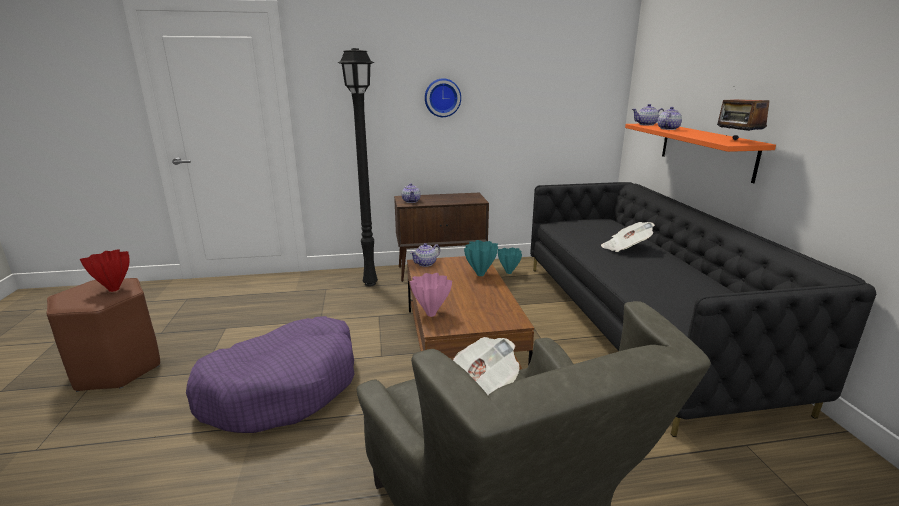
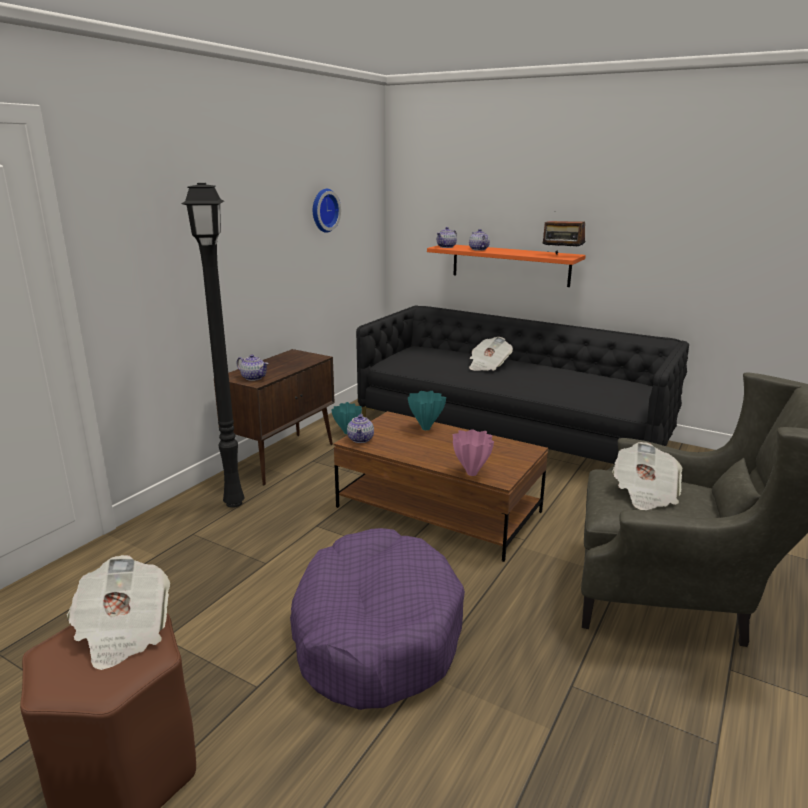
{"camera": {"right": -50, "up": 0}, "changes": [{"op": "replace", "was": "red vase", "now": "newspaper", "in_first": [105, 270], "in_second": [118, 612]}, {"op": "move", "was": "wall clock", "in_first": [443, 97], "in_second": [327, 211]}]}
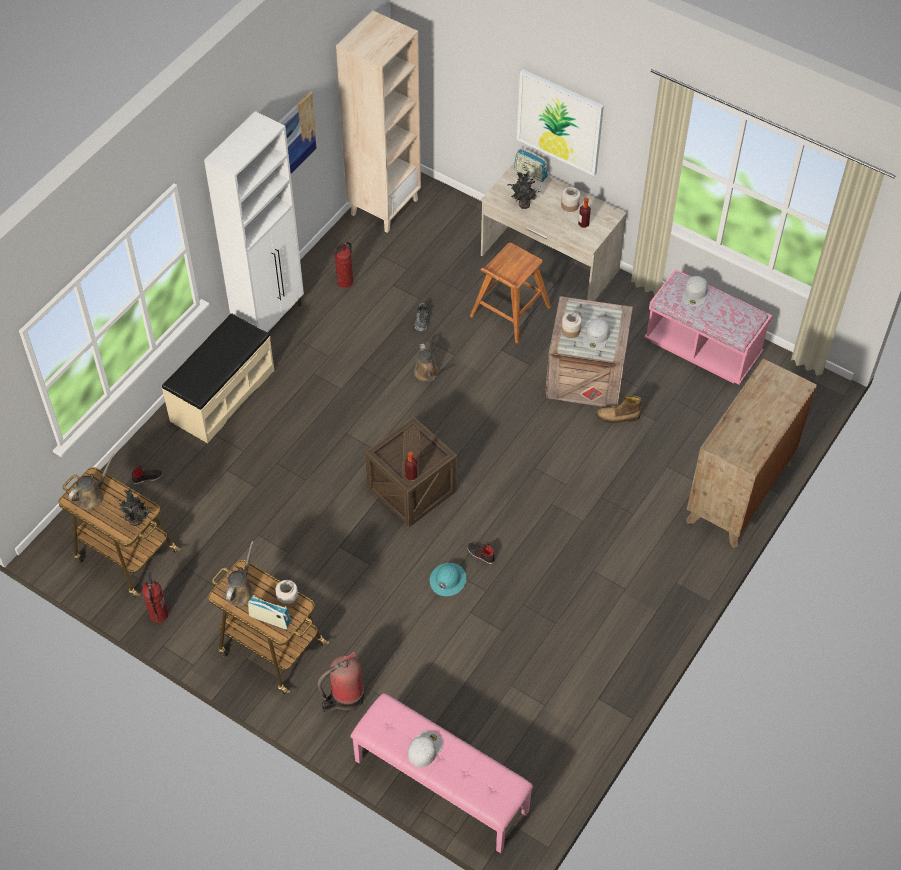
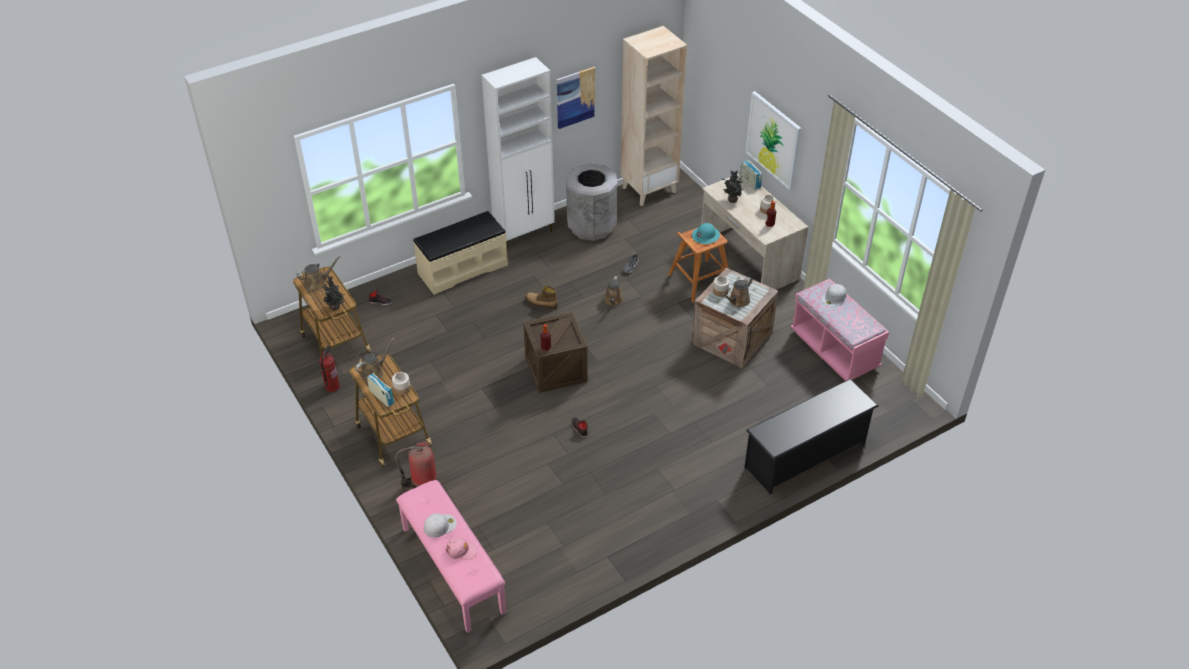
{"camera": {"right": 25, "up": -10}, "changes": [{"op": "replace", "was": "fire extinguisher", "now": "grey trash can", "in_first": [343, 265], "in_second": [592, 202]}, {"op": "move", "was": "turquoise hard hat", "in_first": [448, 579], "in_second": [706, 233]}, {"op": "replace", "was": "white cap", "now": "brown watering can", "in_first": [596, 334], "in_second": [736, 292]}, {"op": "move", "was": "boot", "in_first": [618, 409], "in_second": [541, 298]}, {"op": "replace", "was": "brown dresser", "now": "black shoe rack", "in_first": [751, 453], "in_second": [811, 436]}, {"op": "insert", "now": "pink cap", "in_second": [462, 548]}]}
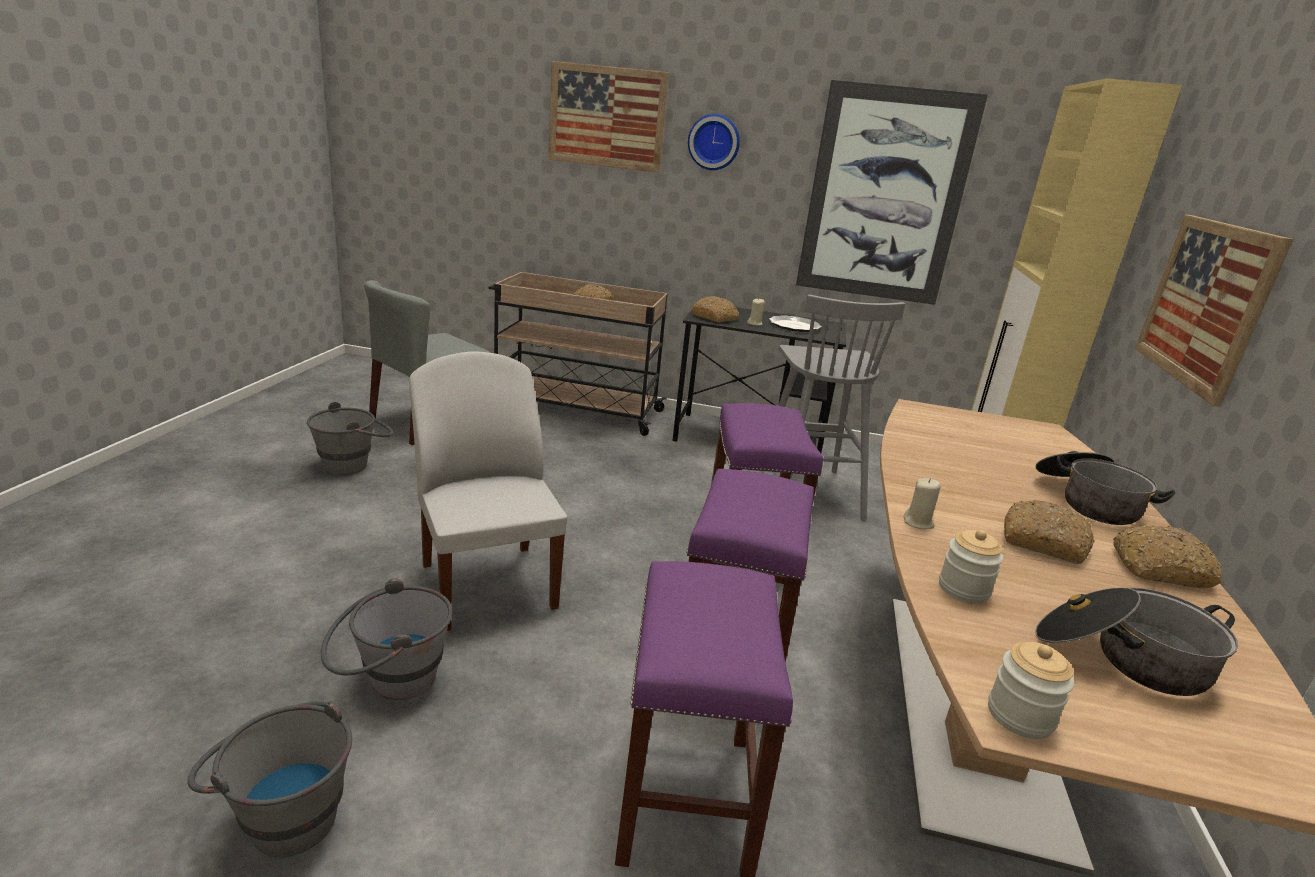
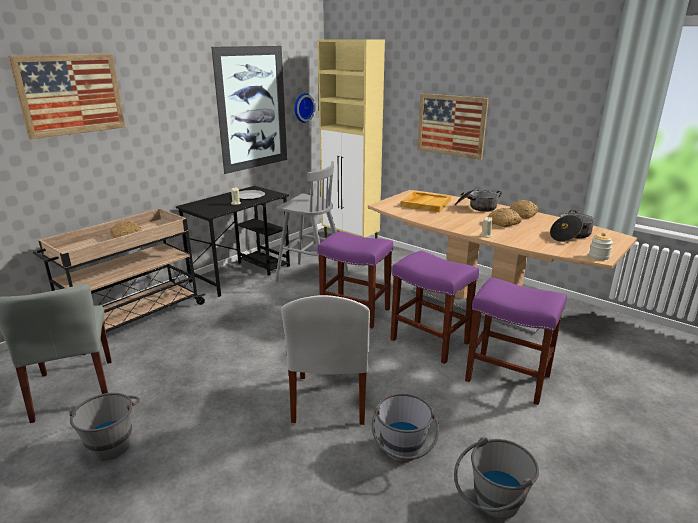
{"camera": {"right": -60, "up": 0}, "changes": [{"op": "rotate", "was": "white chair", "in_first": [488, 491], "in_second": [325, 360], "clockwise": -90}, {"op": "move", "was": "wall clock", "in_first": [714, 142], "in_second": [305, 108]}, {"op": "delete", "was": "bread", "in_first": [715, 309]}, {"op": "delete", "was": "jar", "in_first": [971, 567]}, {"op": "insert", "now": "beige tray", "in_second": [426, 201]}]}
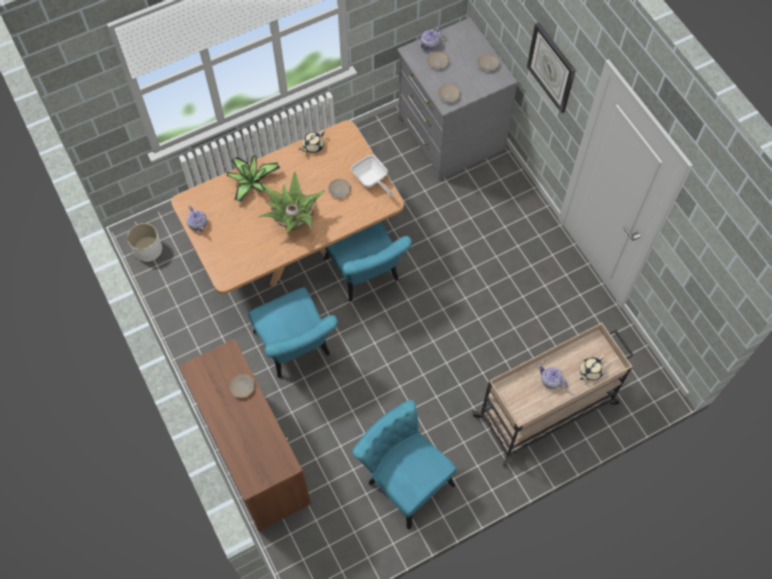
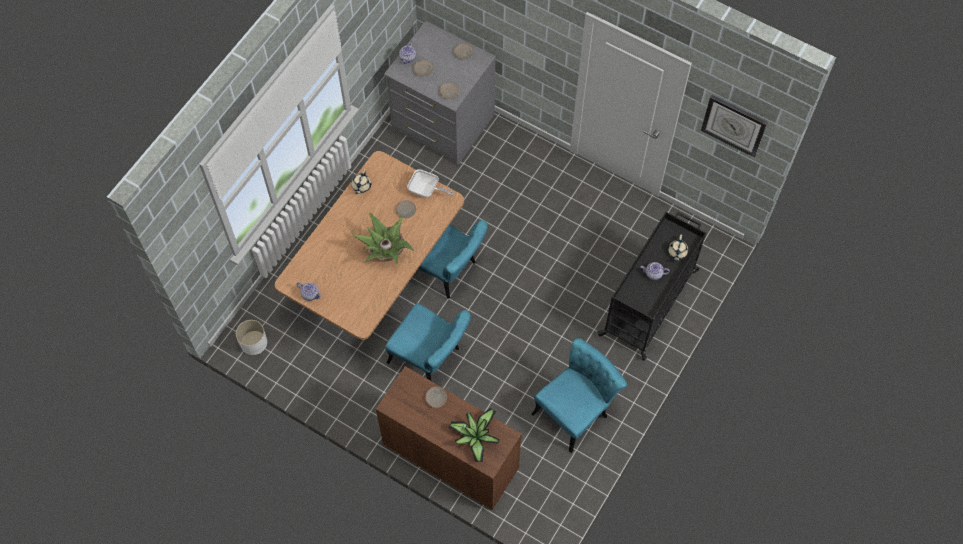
{"camera": {"right": -30, "up": 0}, "changes": [{"op": "move", "was": "potted plant", "in_first": [253, 179], "in_second": [474, 435]}, {"op": "rotate", "was": "turquoise chair", "in_first": [404, 465], "in_second": [579, 395], "clockwise": 120}, {"op": "recolor", "was": "beige cart", "now": "black cart", "in_first": [553, 394], "in_second": [652, 286]}, {"op": "move", "was": "wall clock", "in_first": [551, 67], "in_second": [734, 126]}]}
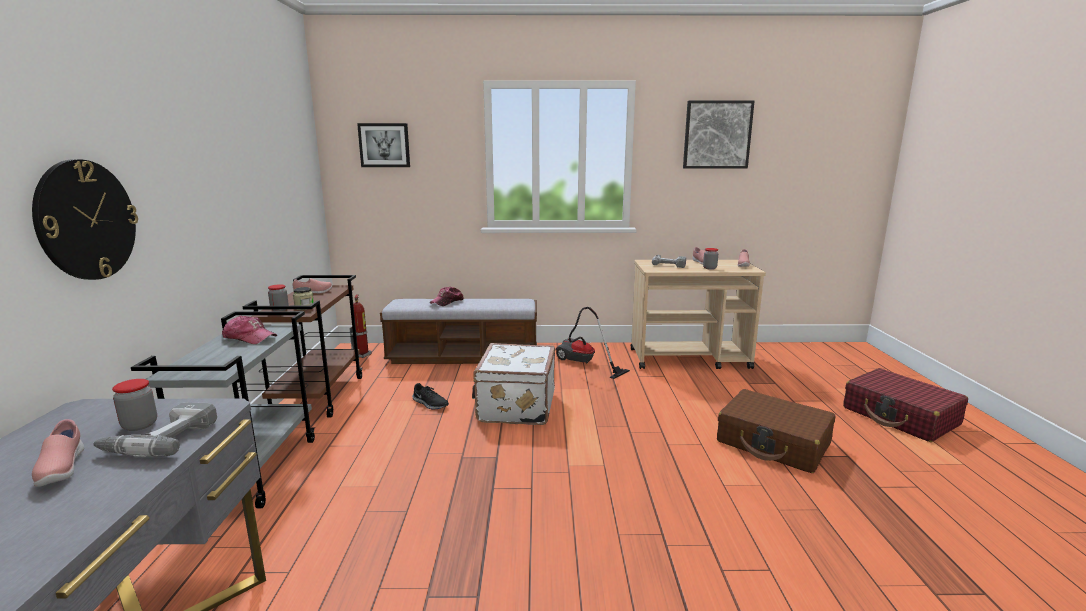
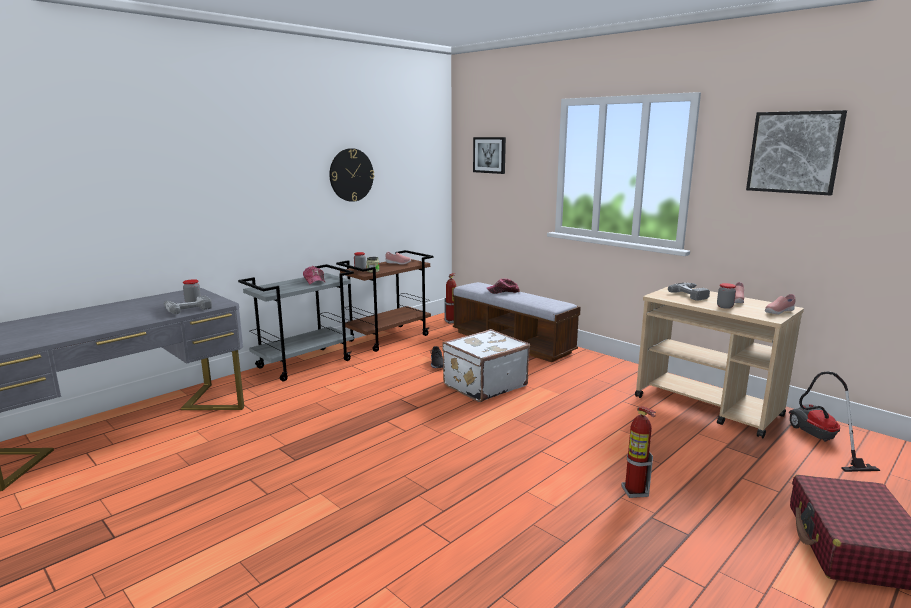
{"camera": {"right": 45, "up": 0}, "changes": [{"op": "move", "was": "wall clock", "in_first": [85, 219], "in_second": [351, 175]}, {"op": "delete", "was": "pink shoe", "in_first": [58, 453]}, {"op": "move", "was": "vacuum cleaner", "in_first": [592, 343], "in_second": [834, 422]}, {"op": "replace", "was": "brown suitcase", "now": "fire extinguisher", "in_first": [776, 431], "in_second": [638, 452]}]}
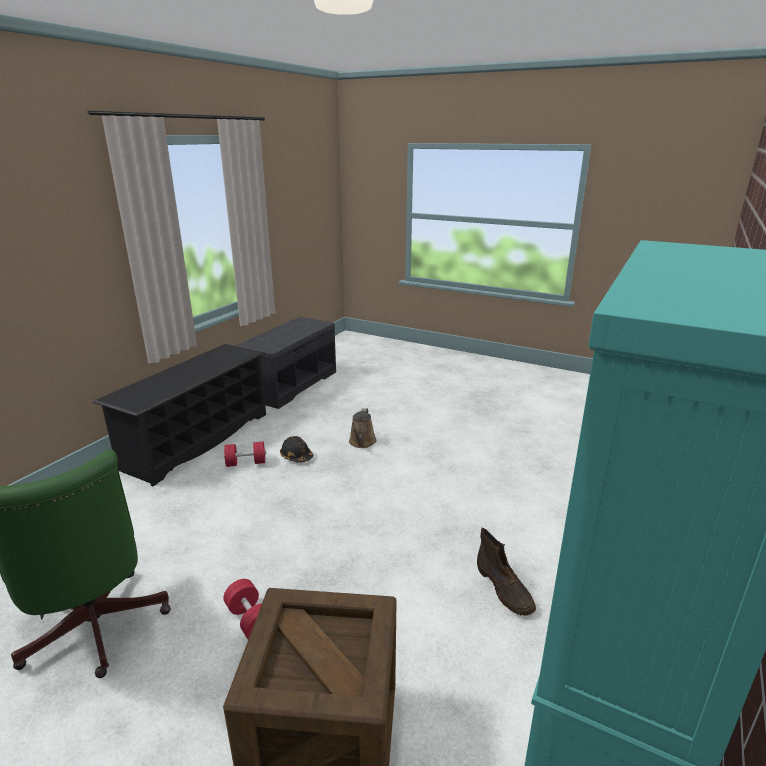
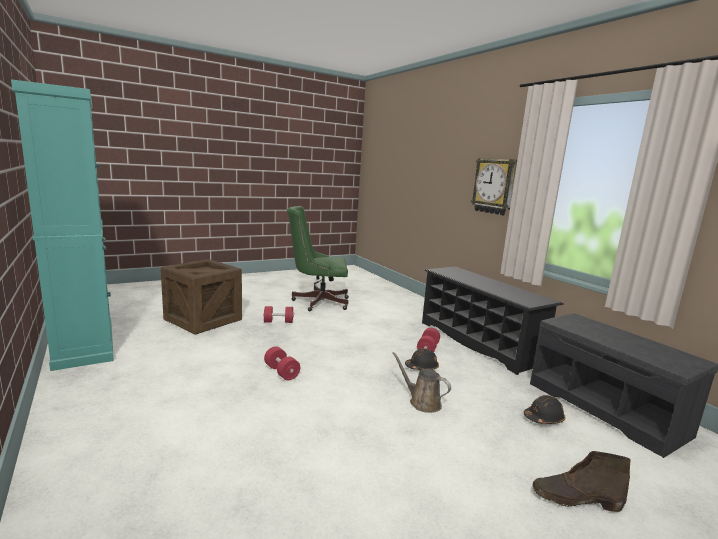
{"camera": {"right": 120, "up": -10}, "changes": [{"op": "move", "was": "brown boot", "in_first": [506, 572], "in_second": [582, 481]}, {"op": "insert", "now": "red dumbbell", "in_second": [282, 363]}, {"op": "insert", "now": "wall clock", "in_second": [494, 186]}, {"op": "insert", "now": "black hard hat", "in_second": [545, 409]}]}
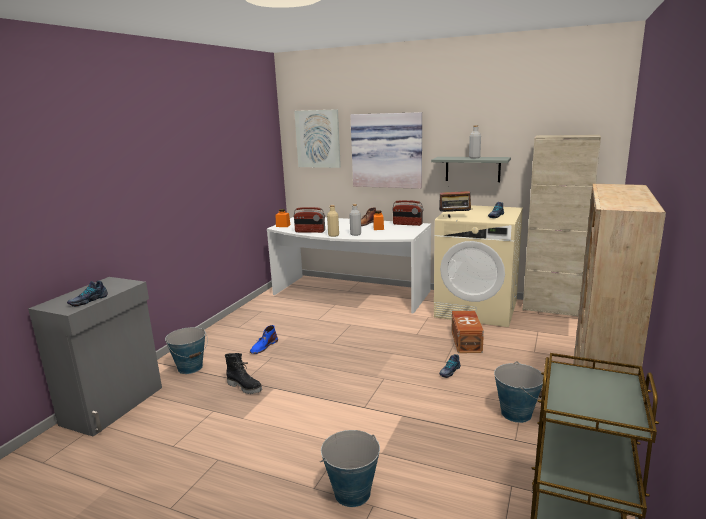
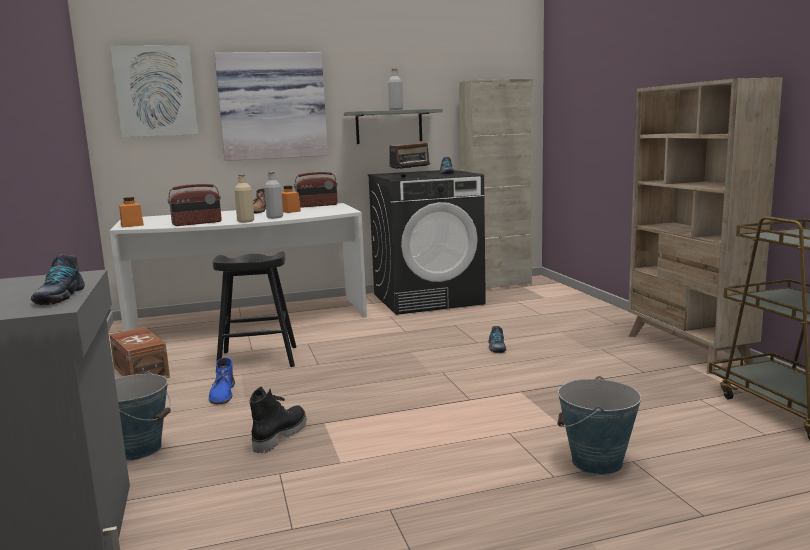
{"camera": {"right": -40, "up": -5}, "changes": [{"op": "rotate", "was": "black boot", "in_first": [243, 373], "in_second": [278, 420], "clockwise": -60}, {"op": "recolor", "was": "beige washing machine", "now": "black washing machine", "in_first": [478, 266], "in_second": [427, 242]}, {"op": "move", "was": "brown storage box", "in_first": [467, 332], "in_second": [139, 352]}, {"op": "delete", "was": "bucket", "in_first": [519, 392]}, {"op": "insert", "now": "black stool", "in_second": [254, 309]}]}
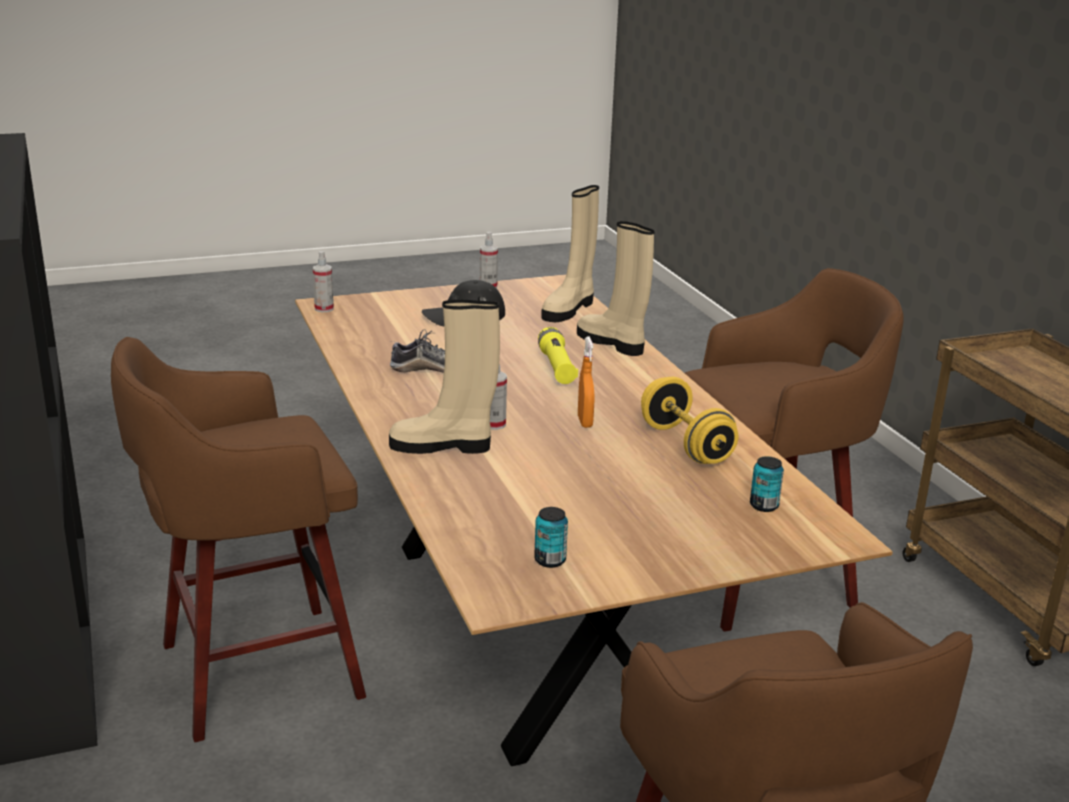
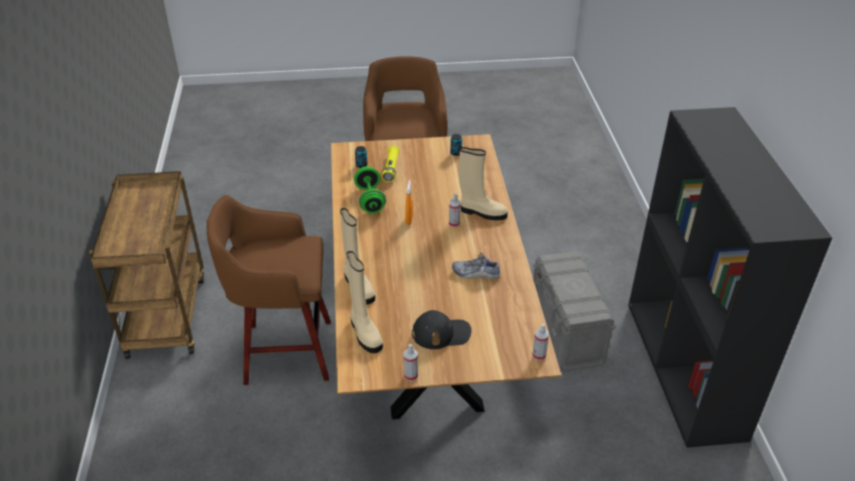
{"camera": {"right": -165, "up": 15}, "changes": [{"op": "replace", "was": "brown stool", "now": "grey storage box", "in_first": [238, 539], "in_second": [574, 311]}, {"op": "move", "was": "yellow flashlight", "in_first": [558, 355], "in_second": [390, 164]}, {"op": "rotate", "was": "beige boot", "in_first": [570, 253], "in_second": [365, 302], "clockwise": 105}, {"op": "recolor", "was": "yellow dumbbell", "now": "green dumbbell", "in_first": [689, 420], "in_second": [370, 190]}]}
